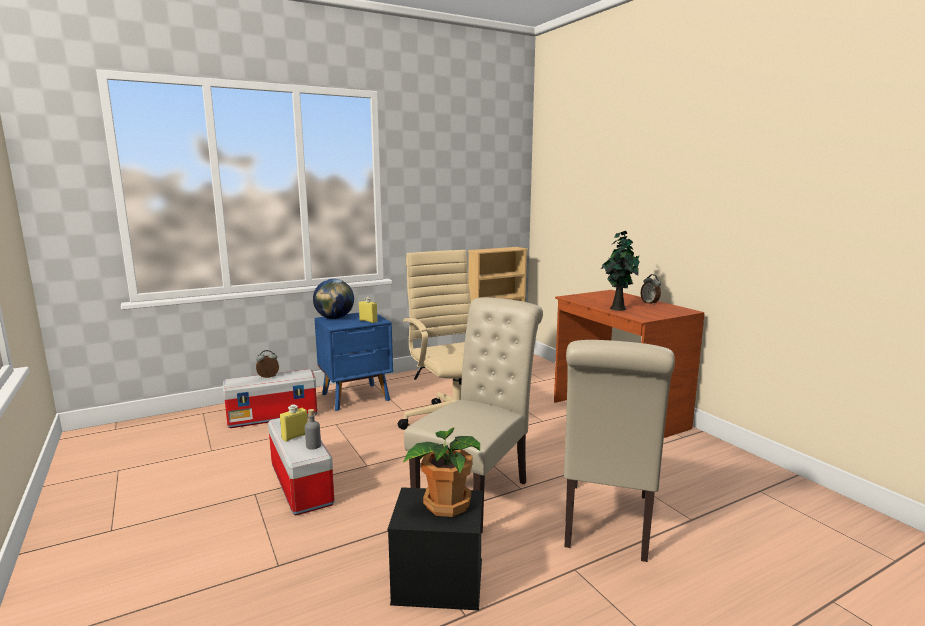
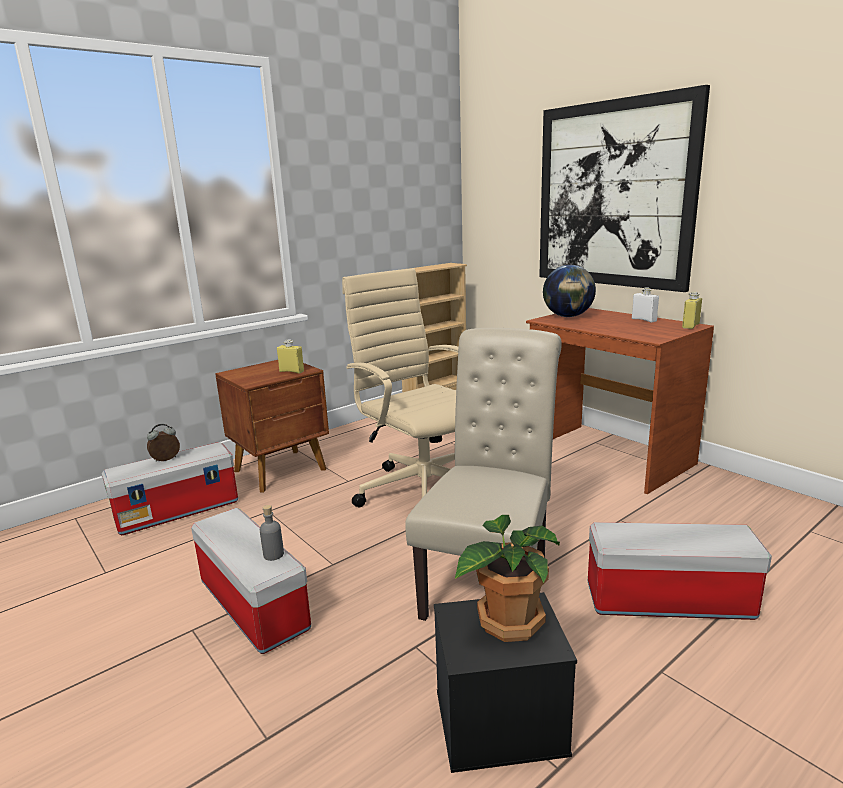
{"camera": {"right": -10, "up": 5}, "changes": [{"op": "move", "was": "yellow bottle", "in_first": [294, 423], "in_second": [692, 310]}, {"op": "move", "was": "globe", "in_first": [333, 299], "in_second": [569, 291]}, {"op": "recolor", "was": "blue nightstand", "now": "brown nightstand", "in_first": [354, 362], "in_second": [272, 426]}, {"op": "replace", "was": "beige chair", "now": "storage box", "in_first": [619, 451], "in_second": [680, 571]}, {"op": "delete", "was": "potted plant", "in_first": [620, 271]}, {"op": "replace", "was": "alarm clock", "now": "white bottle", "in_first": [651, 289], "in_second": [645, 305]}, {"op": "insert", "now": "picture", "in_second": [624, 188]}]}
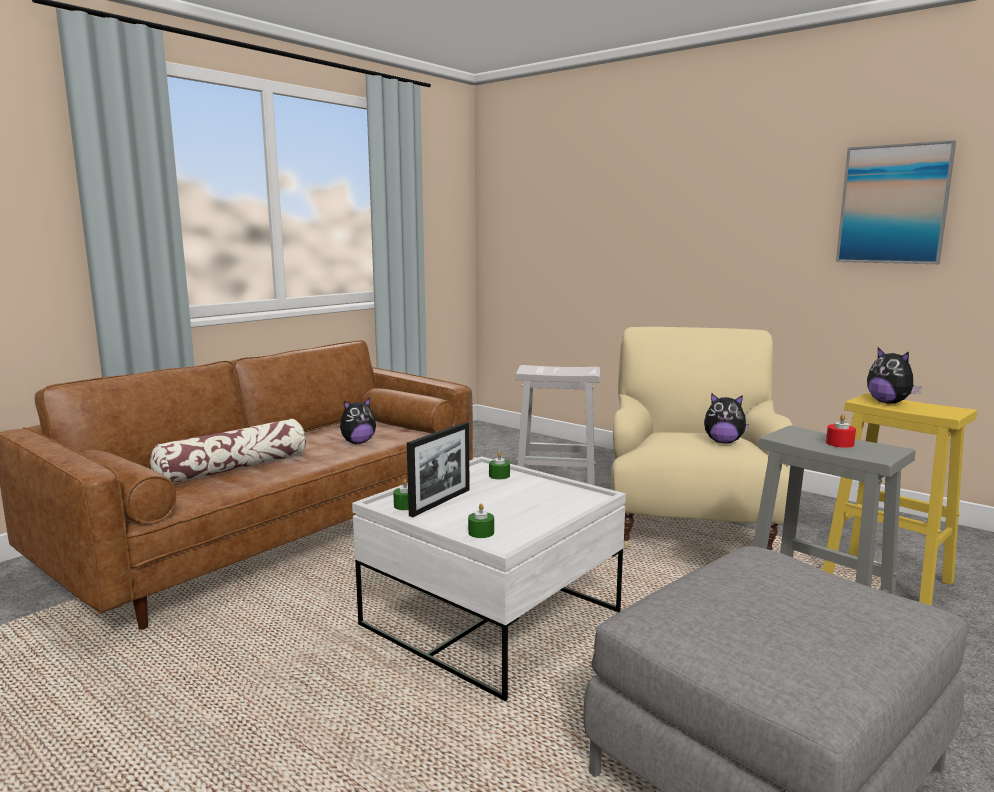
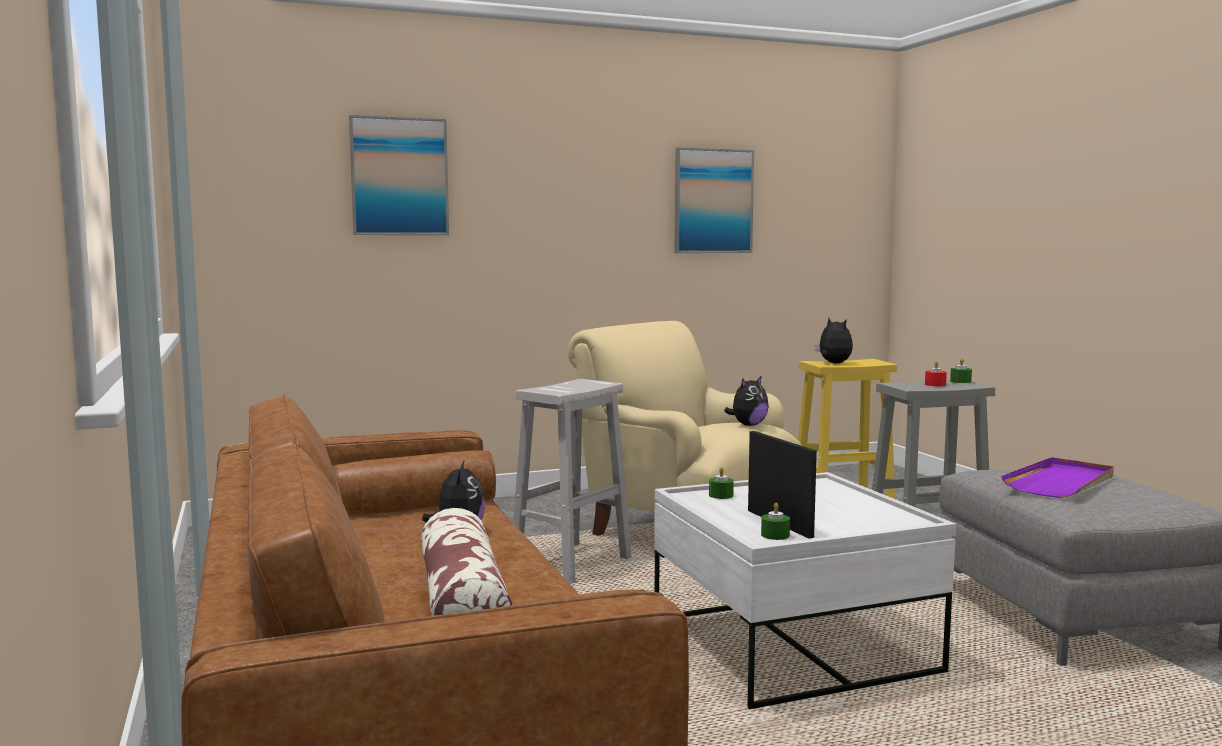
{"camera": {"right": -60, "up": -5}, "changes": [{"op": "move", "was": "green candle", "in_first": [481, 521], "in_second": [961, 370]}, {"op": "rotate", "was": "plush toy", "in_first": [894, 375], "in_second": [833, 341], "clockwise": -120}, {"op": "insert", "now": "picture", "in_second": [399, 175]}, {"op": "insert", "now": "purple tray", "in_second": [1057, 477]}]}
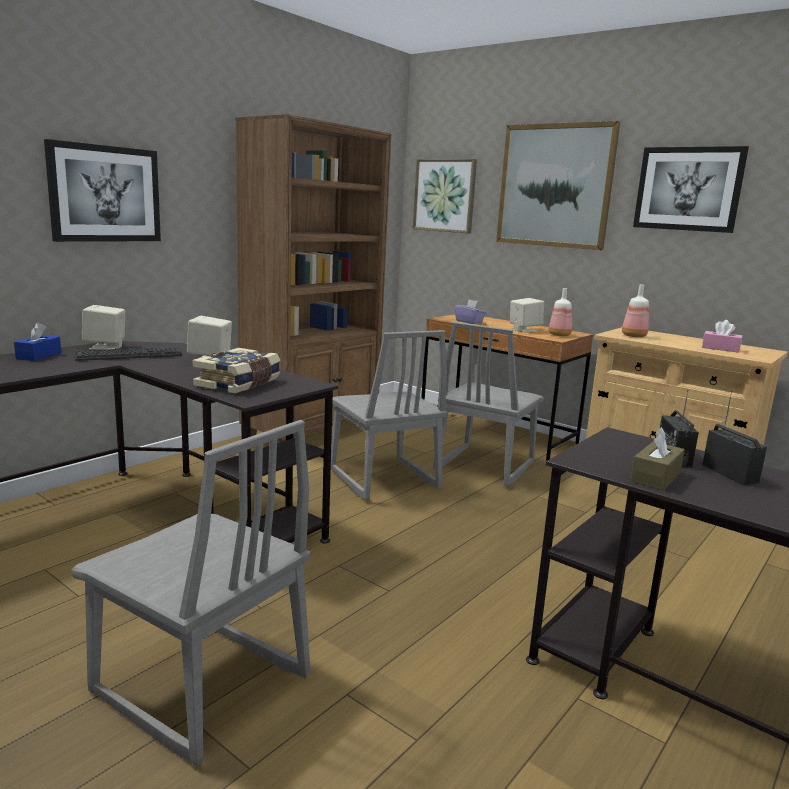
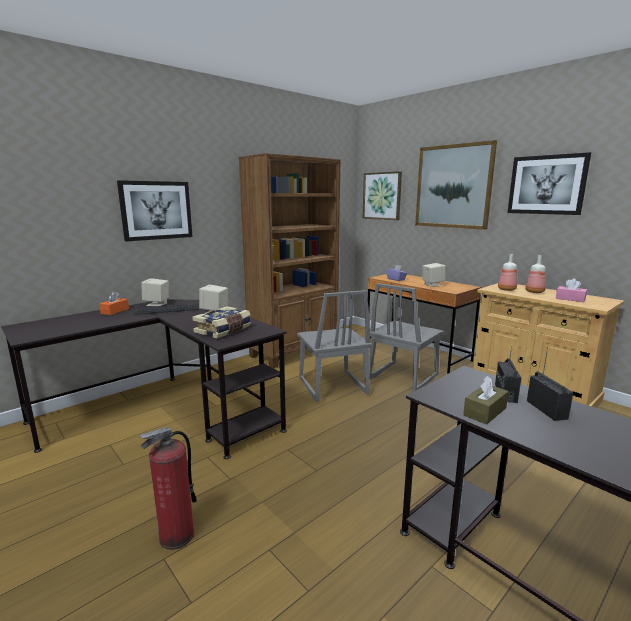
{"camera": {"right": 10, "up": 0}, "changes": [{"op": "recolor", "was": "blue tissue box", "now": "orange tissue box", "in_first": [37, 341], "in_second": [114, 303]}, {"op": "replace", "was": "grey chair", "now": "fire extinguisher", "in_first": [190, 593], "in_second": [168, 488]}, {"op": "move", "was": "bottle", "in_first": [560, 312], "in_second": [535, 274]}]}
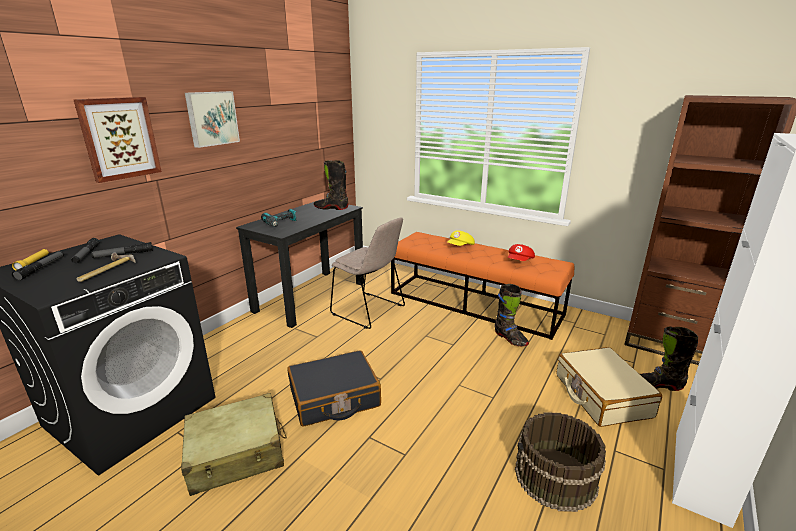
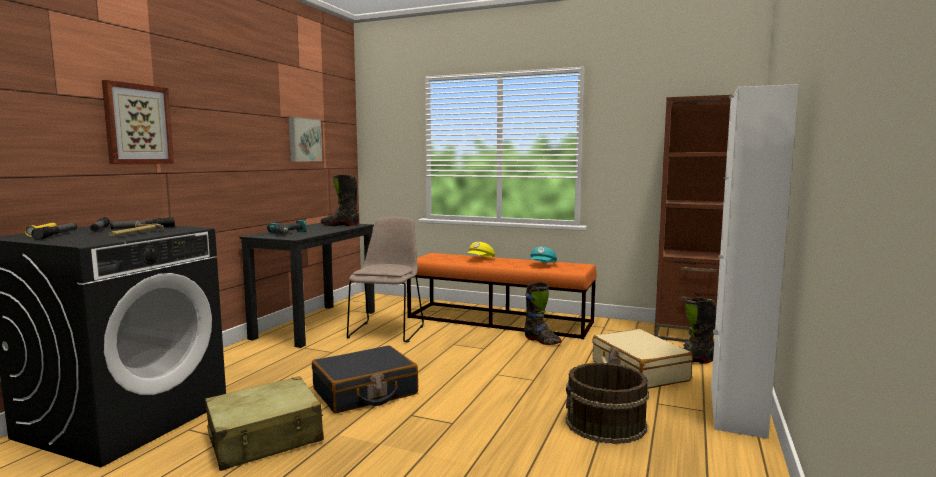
{"camera": {"right": -10, "up": -15}, "changes": [{"op": "move", "was": "picture", "in_first": [212, 119], "in_second": [305, 139]}, {"op": "rotate", "was": "beige chair", "in_first": [367, 273], "in_second": [385, 280], "clockwise": -105}, {"op": "recolor", "was": "red cap", "now": "turquoise cap", "in_first": [521, 252], "in_second": [543, 255]}]}
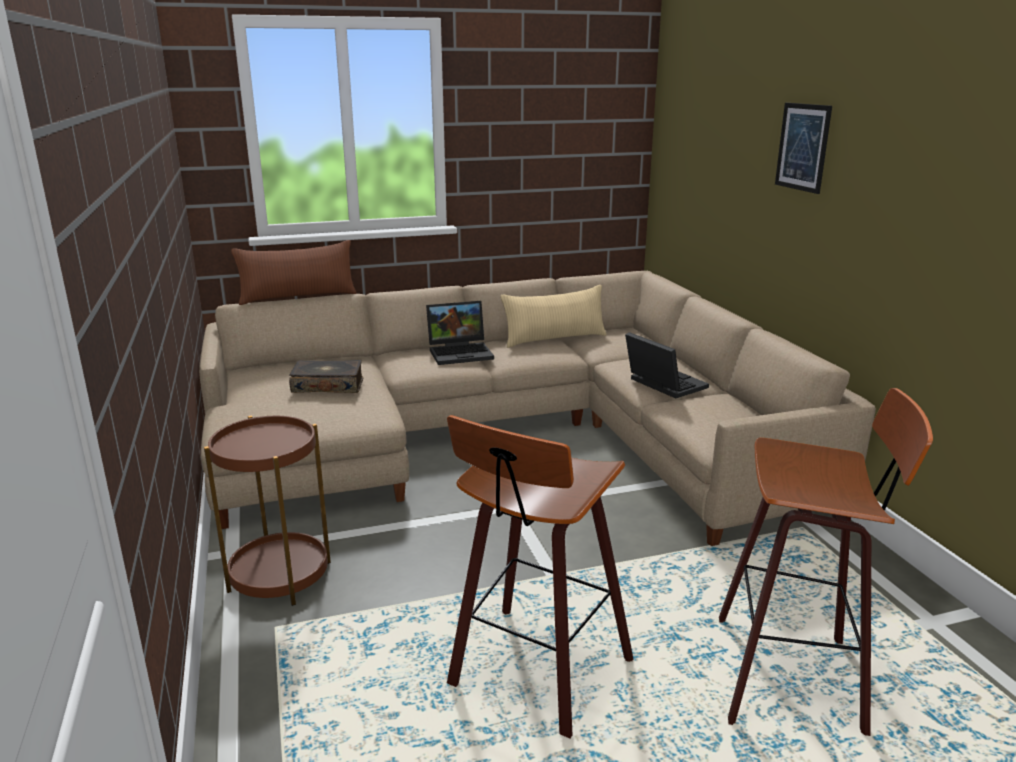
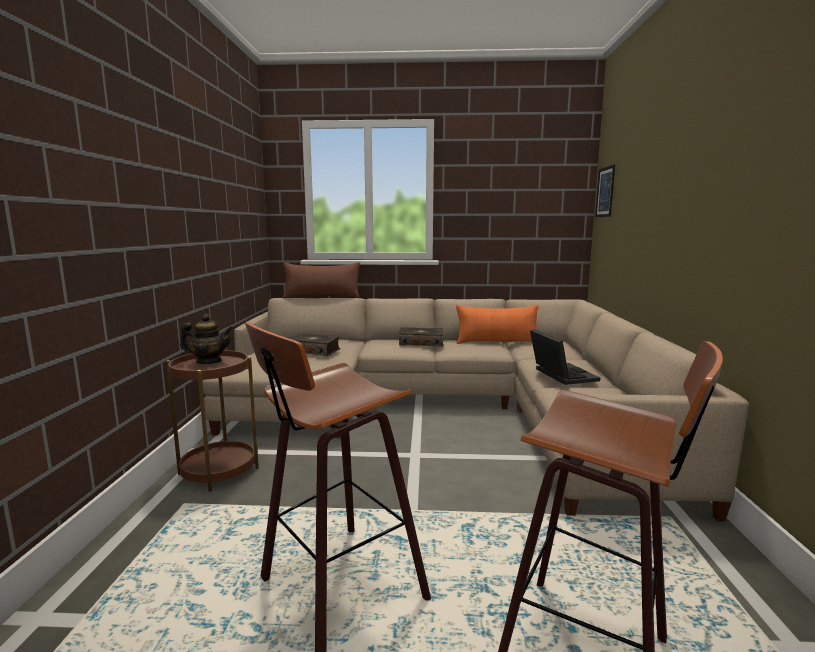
{"camera": {"right": 20, "up": -10}, "changes": [{"op": "replace", "was": "laptop", "now": "book", "in_first": [460, 333], "in_second": [421, 337]}, {"op": "recolor", "was": "beige pillow", "now": "orange pillow", "in_first": [554, 316], "in_second": [497, 324]}, {"op": "move", "was": "picture", "in_first": [803, 148], "in_second": [605, 191]}, {"op": "insert", "now": "teapot", "in_second": [206, 339]}]}
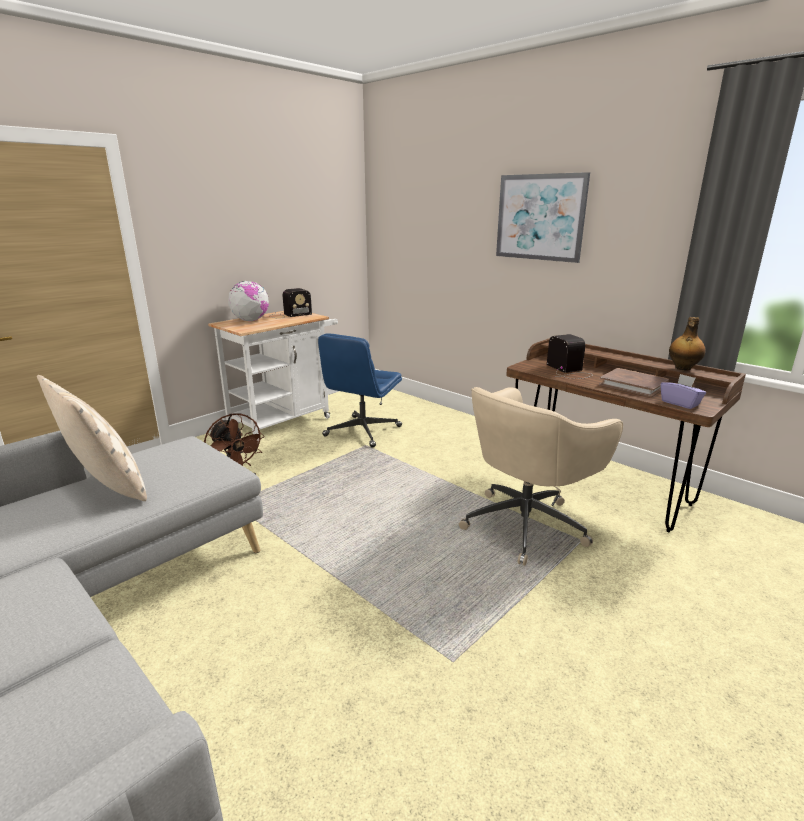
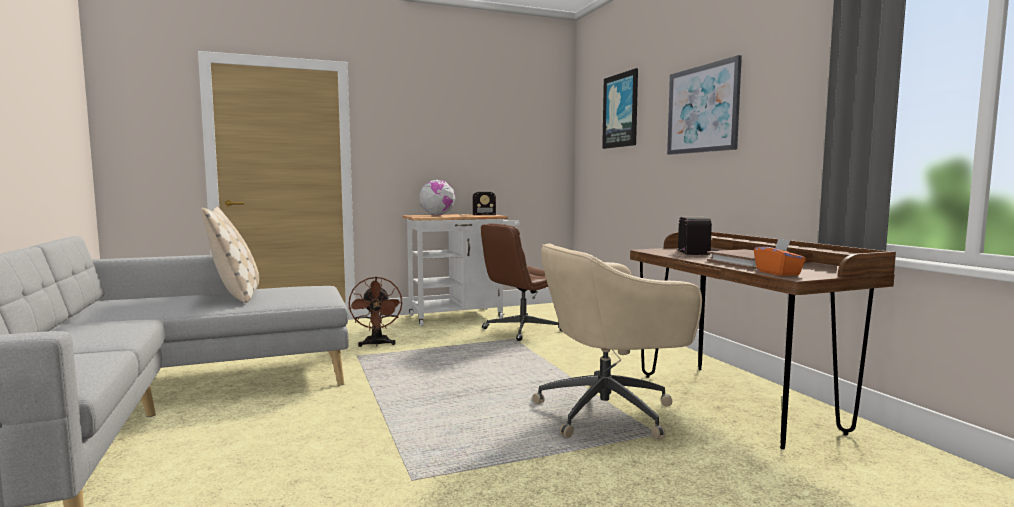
{"camera": {"right": 25, "up": -15}, "changes": [{"op": "recolor", "was": "blue office chair", "now": "brown office chair", "in_first": [360, 390], "in_second": [522, 282]}, {"op": "recolor", "was": "purple tissue box", "now": "orange tissue box", "in_first": [683, 391], "in_second": [780, 257]}, {"op": "delete", "was": "bottle", "in_first": [687, 344]}, {"op": "insert", "now": "picture", "in_second": [620, 108]}]}
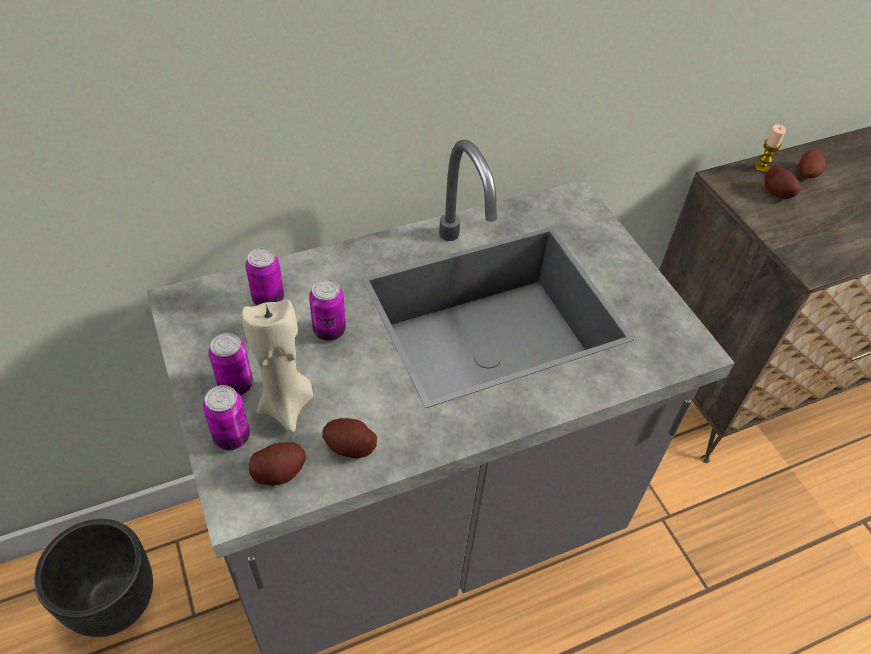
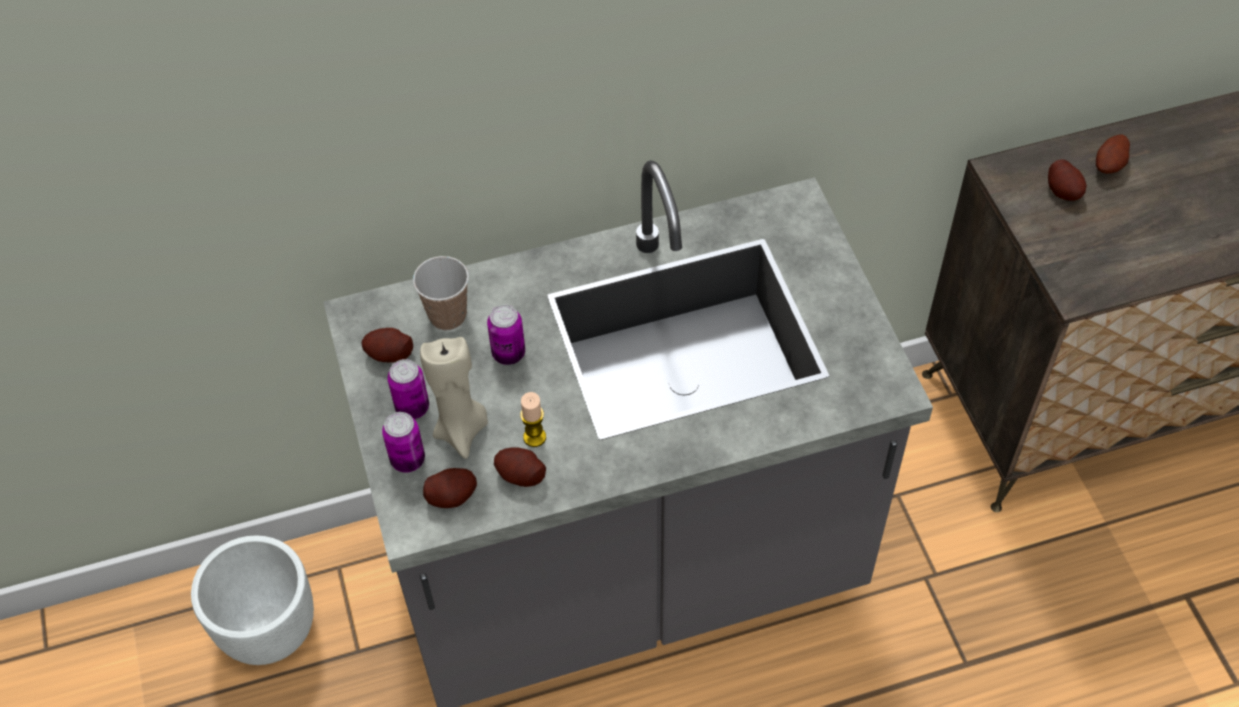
{"camera": {"right": 10, "up": 5}, "changes": [{"op": "recolor", "was": "black planter", "now": "white planter", "in_first": [93, 578], "in_second": [252, 600]}, {"op": "replace", "was": "can", "now": "cup", "in_first": [264, 276], "in_second": [441, 293]}, {"op": "move", "was": "candle", "in_first": [770, 148], "in_second": [533, 419]}, {"op": "insert", "now": "potato", "in_second": [387, 345]}]}
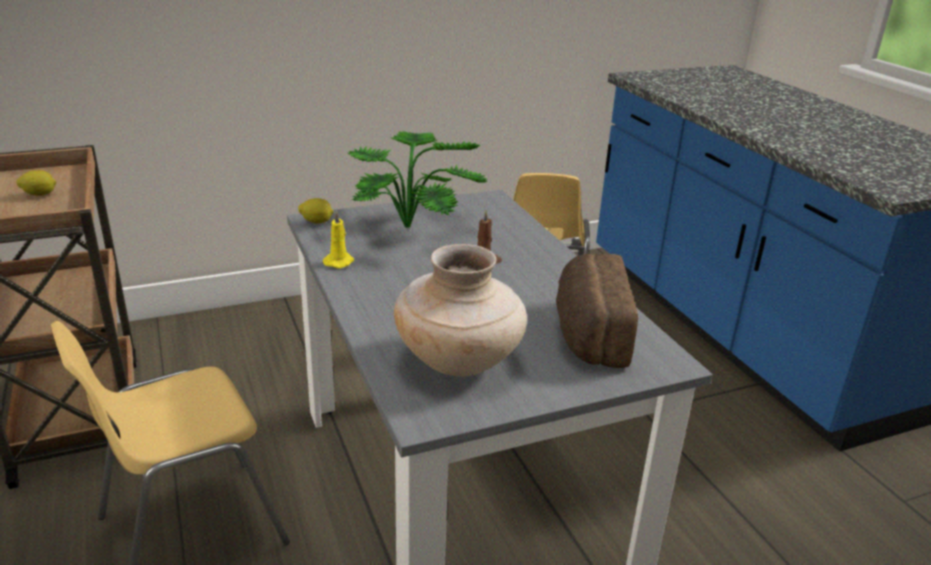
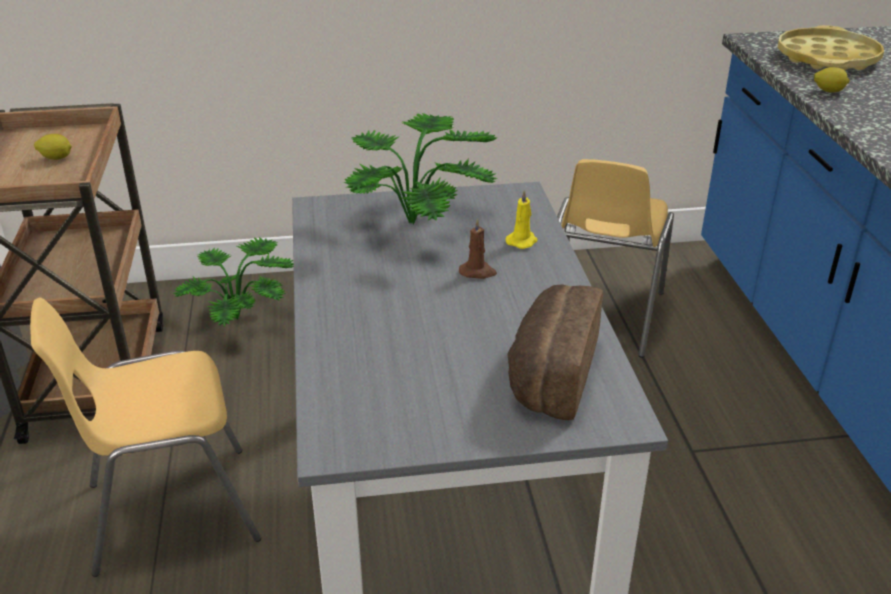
{"camera": {"right": 15, "up": 5}, "changes": [{"op": "move", "was": "lemon", "in_first": [316, 210], "in_second": [832, 80]}, {"op": "move", "was": "yellow candle", "in_first": [338, 239], "in_second": [521, 219]}, {"op": "delete", "was": "beige vase", "in_first": [460, 310]}, {"op": "insert", "now": "potted plant", "in_second": [233, 281]}, {"op": "insert", "now": "yellow tray", "in_second": [831, 47]}]}
